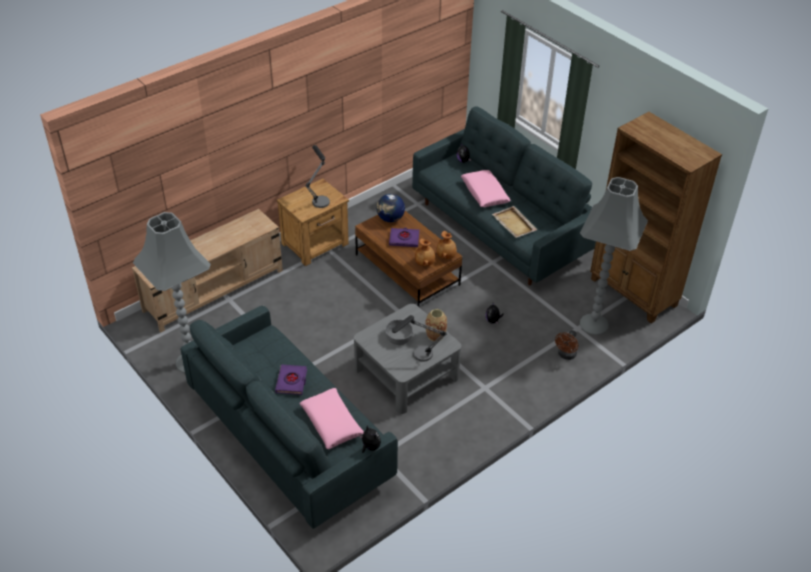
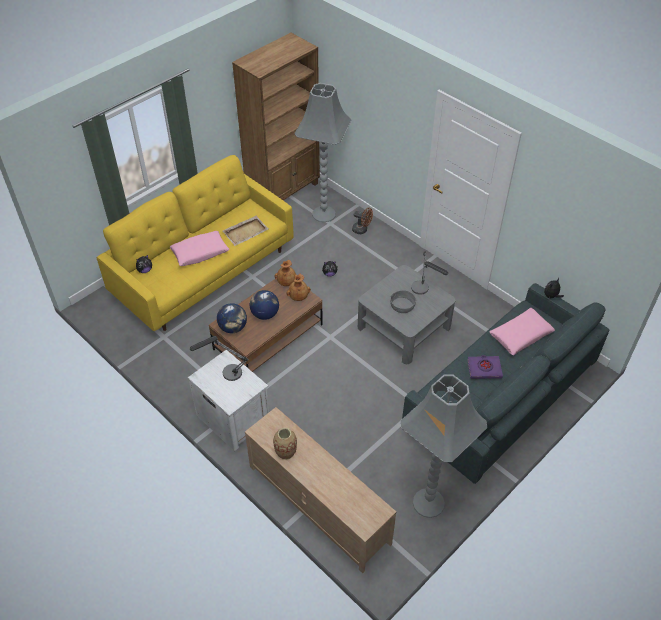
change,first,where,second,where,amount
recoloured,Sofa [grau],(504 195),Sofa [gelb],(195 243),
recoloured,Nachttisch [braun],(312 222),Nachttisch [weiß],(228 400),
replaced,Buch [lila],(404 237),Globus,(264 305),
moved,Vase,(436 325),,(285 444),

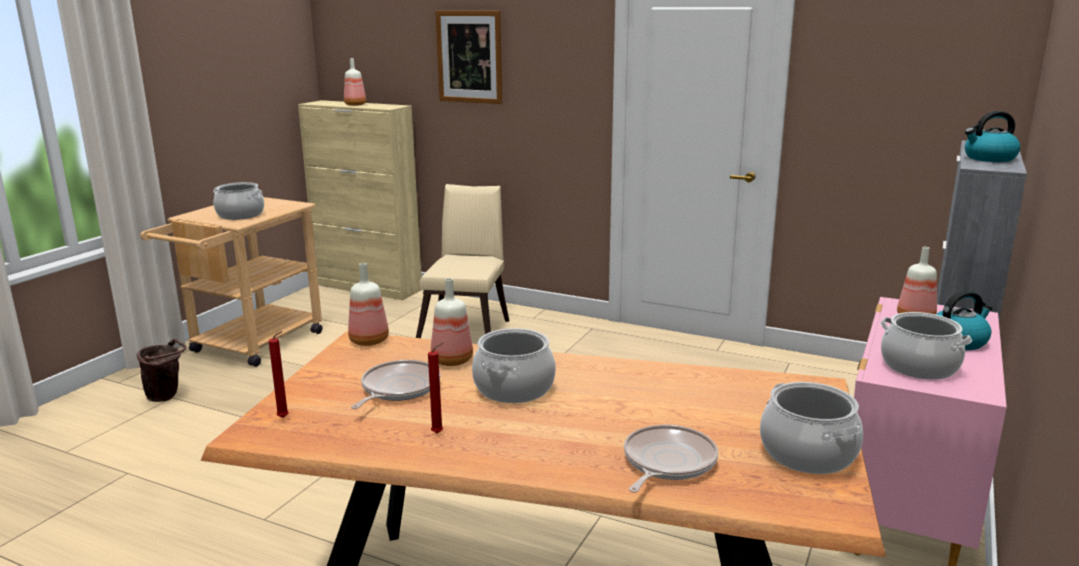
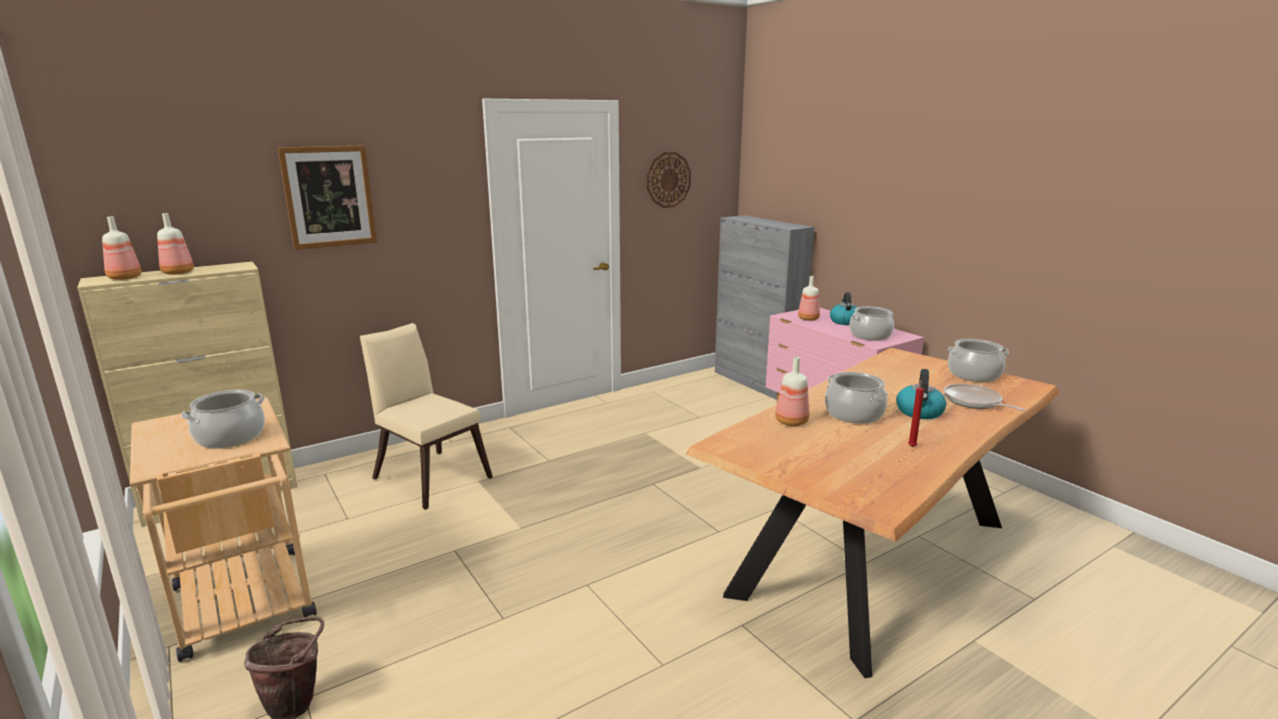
change,first,where,second,where,amount
moved,Wasserkessel,(992 136),,(921 394),
moved,Flasche,(368 304),,(122 248),
removed,Kerze [rot],(279 374),,,
removed,Pfanne,(395 384),,,
added,,,Wanduhr,(669 180),

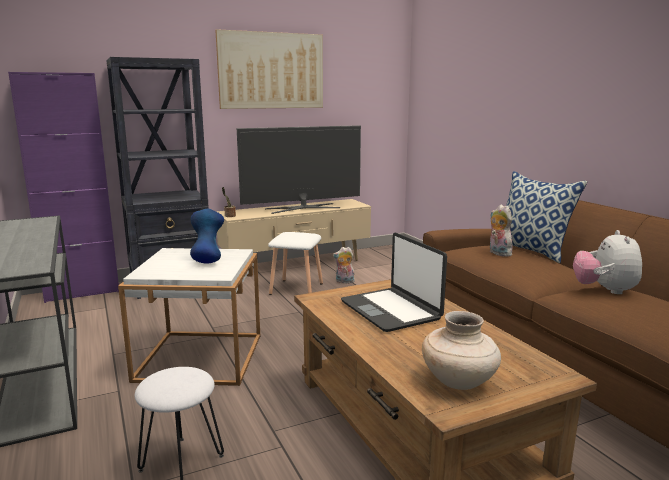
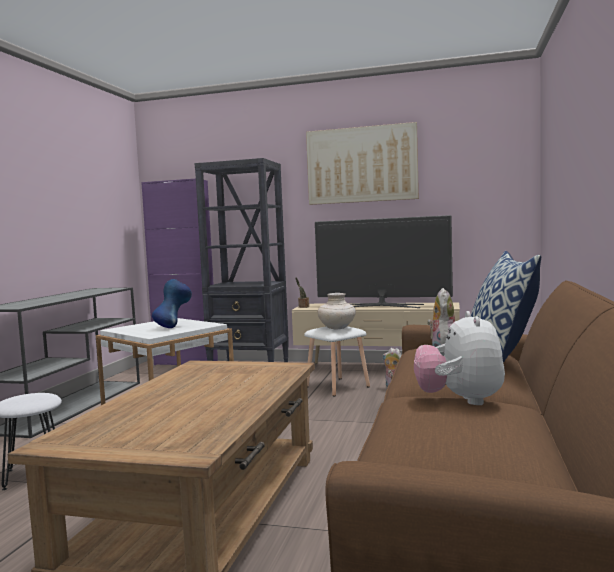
change,first,where,second,where,amount
turned,Plüschtier,(607 262),,(459 358),45 degrees counterclockwise
removed,Laptop,(394 282),,,
moved,Vase [beige],(461 350),,(336 311),

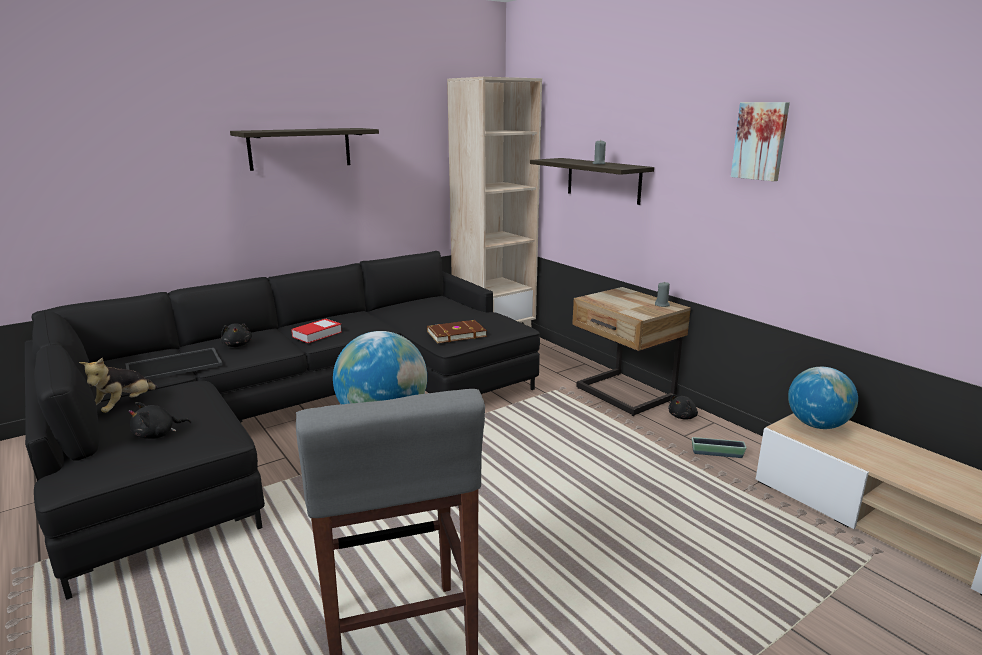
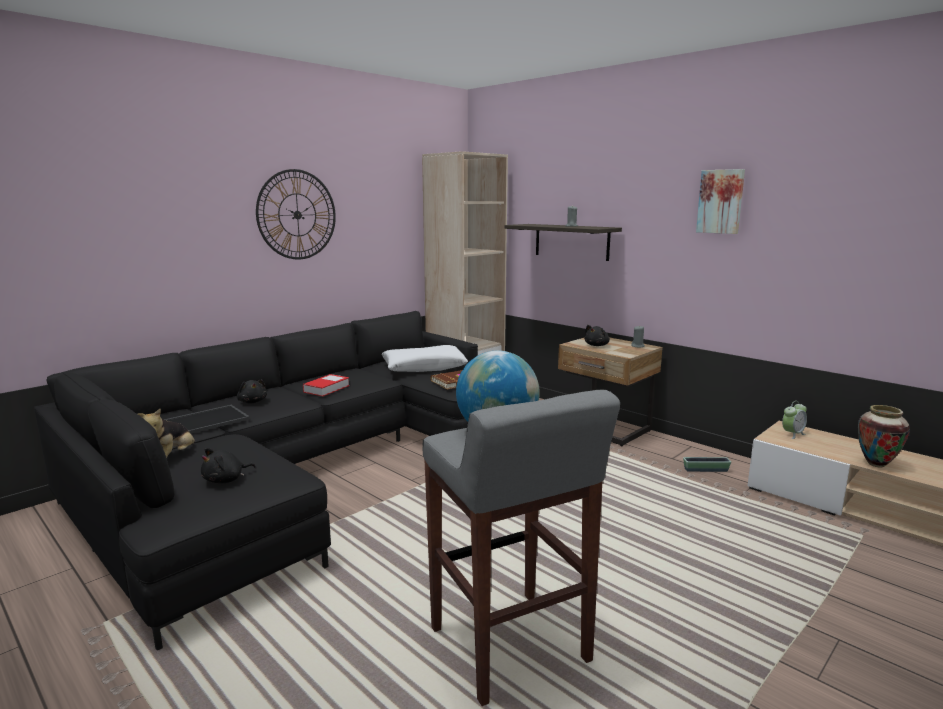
change,first,where,second,where,amount
replaced,Wandregal,(304 149),Wanduhr,(296 214),
replaced,Globus,(823 398),Wecker,(794 420),
moved,Plüschtier [schwarz],(683 406),,(597 335),
added,,,Kissen [weiß],(425 358),
added,,,Vase,(884 436),

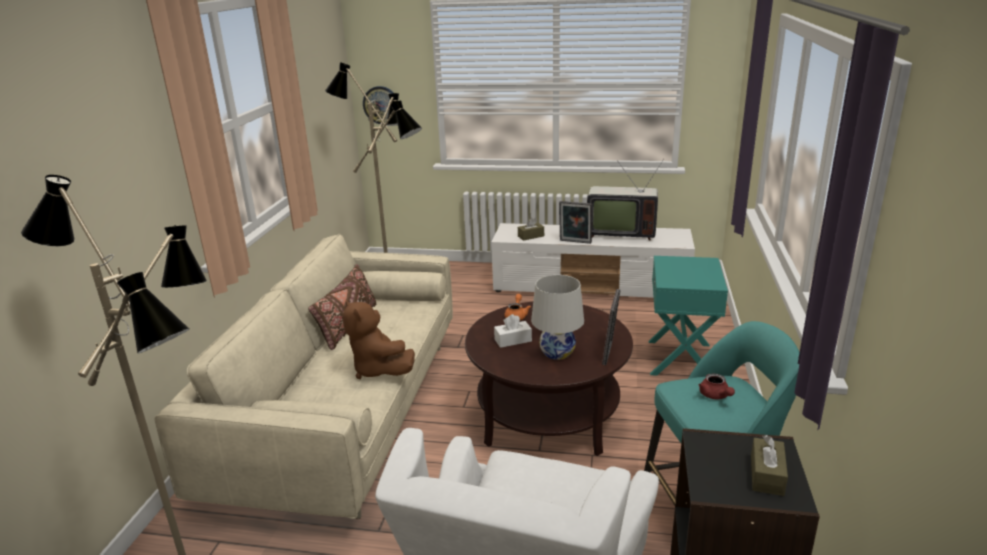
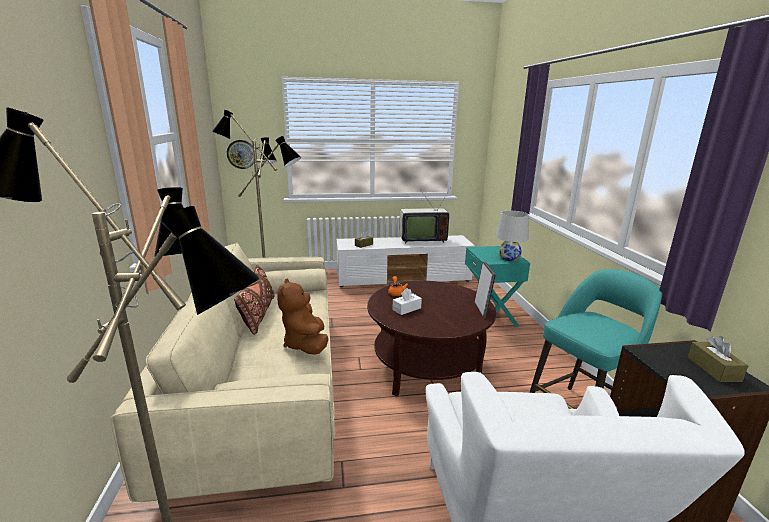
change,first,where,second,where,amount
removed,Bilderrahmen,(575 222),,,
moved,Tischlampe [weiß],(557 317),,(512 236),
turned,Plüschtier [braun],(379 339),,(302 316),45 degrees clockwise
removed,Teekanne [rot],(717 386),,,

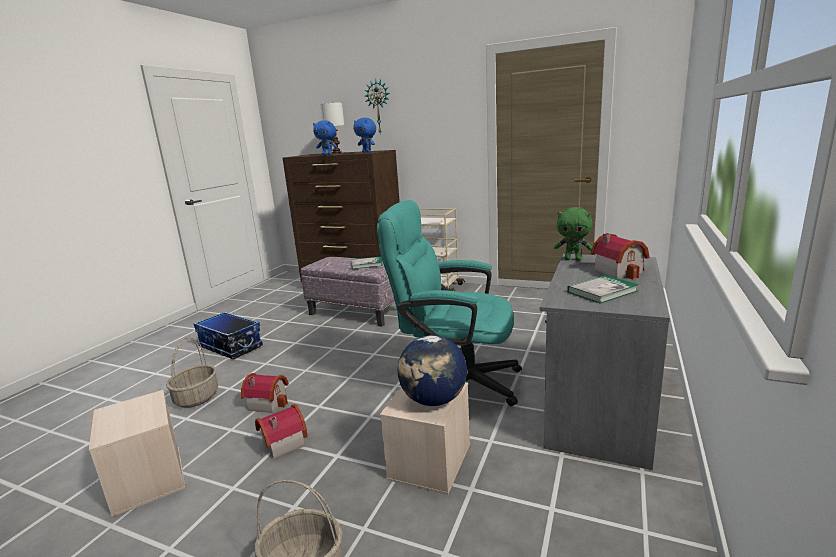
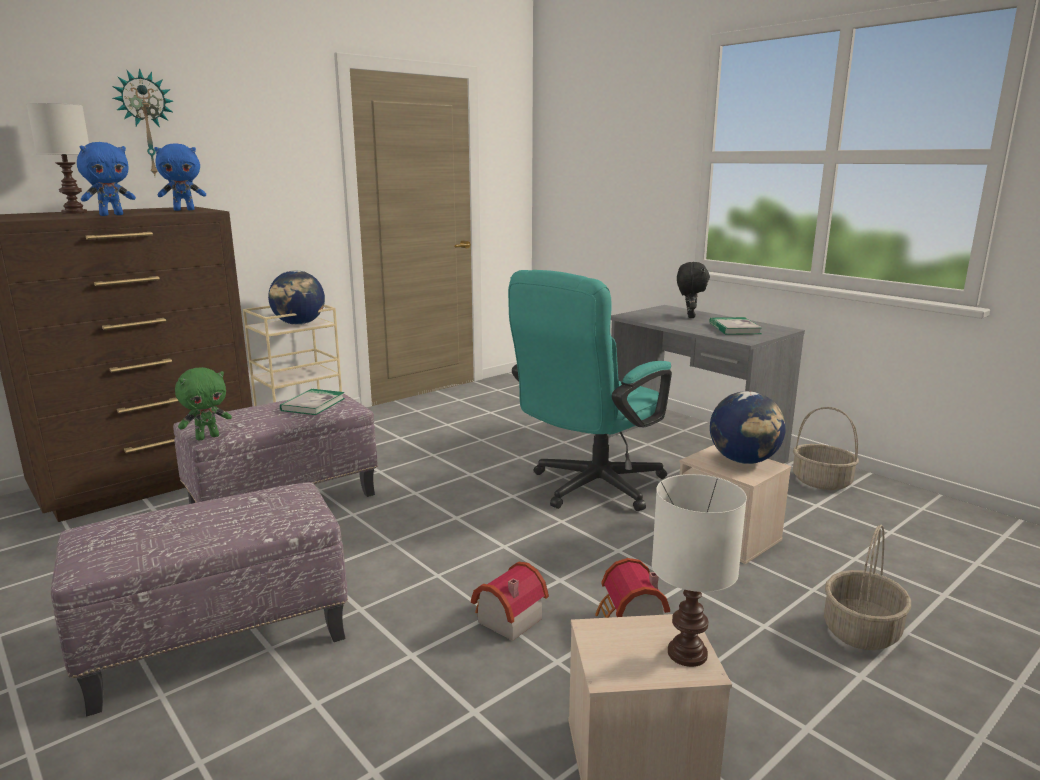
change,first,where,second,where,amount
moved,Plüschtier [grün],(573 234),,(203 404),
replaced,Spielzeughaus,(620 256),Plüschtier [schwarz],(693 290),
replaced,Aufbewahrungsbox,(228 335),Polsterhocker,(199 599),
moved,Korb,(192 372),,(826 448),
added,,,Globus,(296 297),
added,,,Tischlampe [weiß],(699 570),

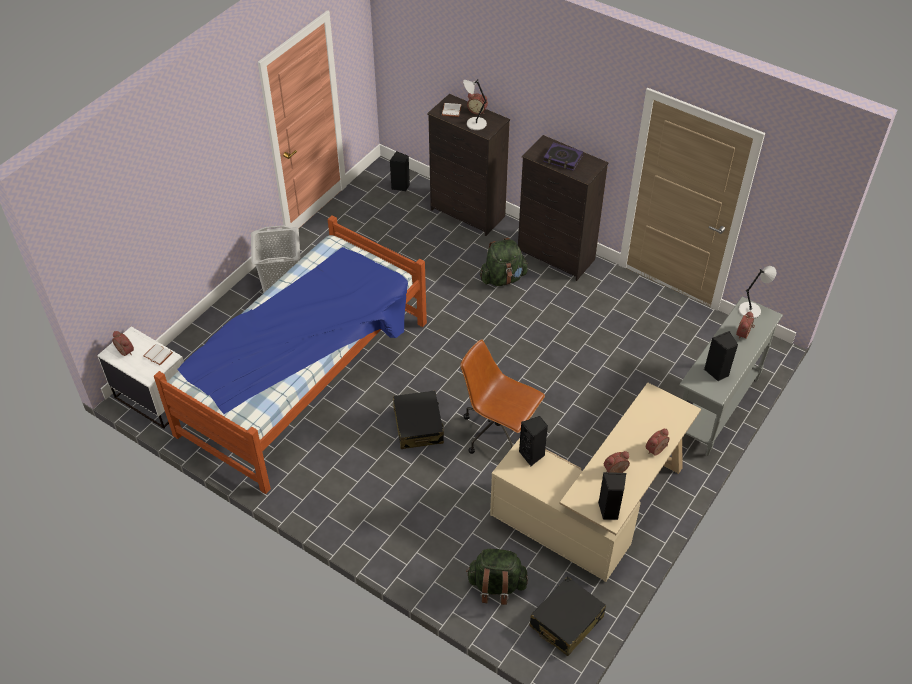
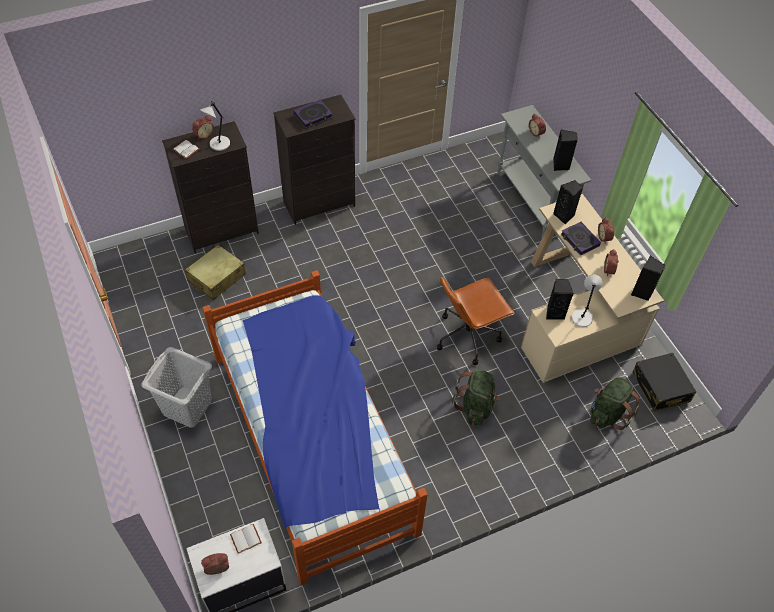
change,first,where,second,where,amount
moved,Lautsprecher [schwarz],(400 171),,(568 202),
moved,Rucksack [grün],(504 262),,(476 398),
moved,Tischlampe [grau],(757 292),,(587 300),
removed,Koffer [schwarz],(418 419),,,
added,,,Buch,(581 239),
added,,,Koffer [beige],(215 272),

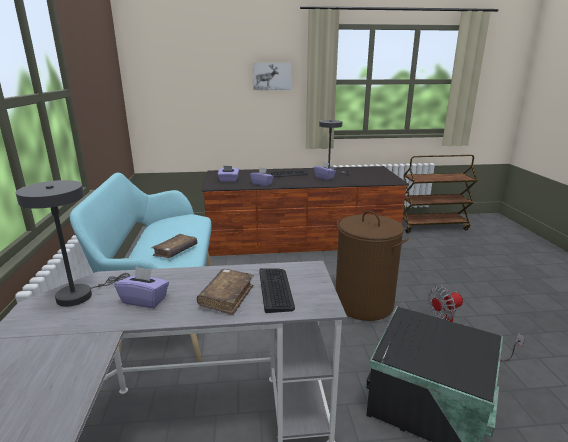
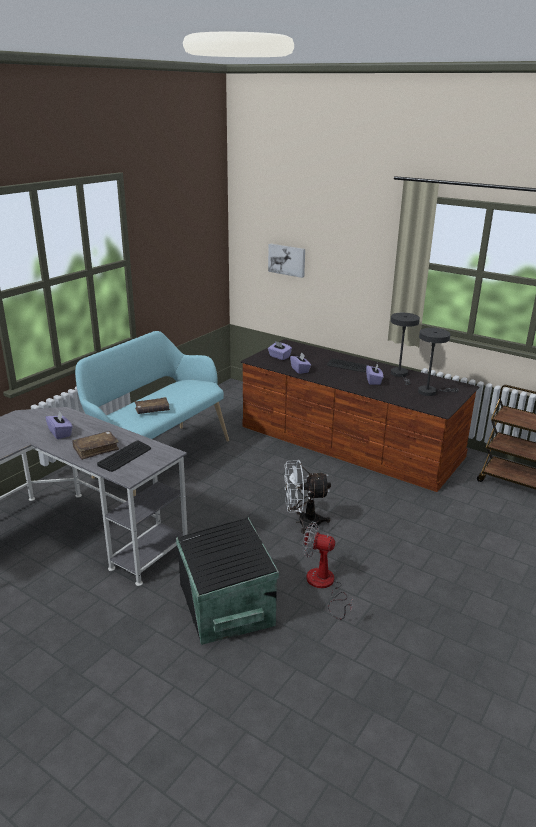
change,first,where,second,where,amount
moved,Bild,(272 76),,(286 261),
moved,Tischlampe [grau],(73 243),,(438 362),
replaced,Wäschekorb [braun],(372 266),Ventilator [weiß],(307 497),

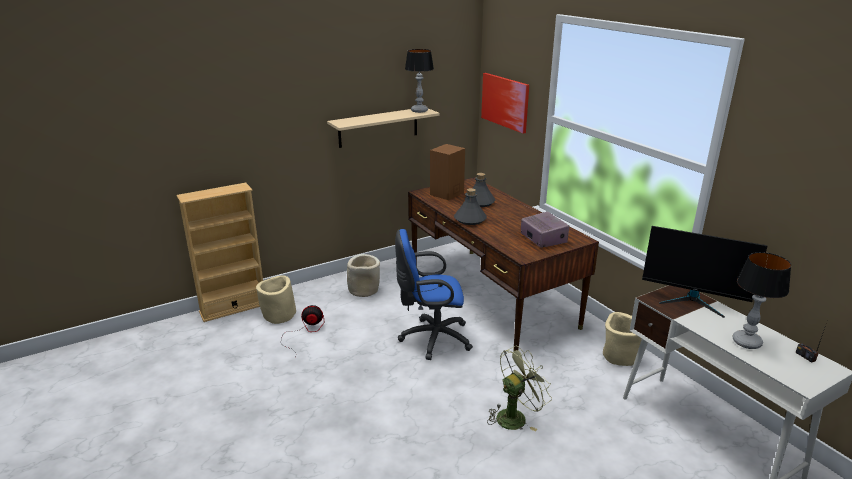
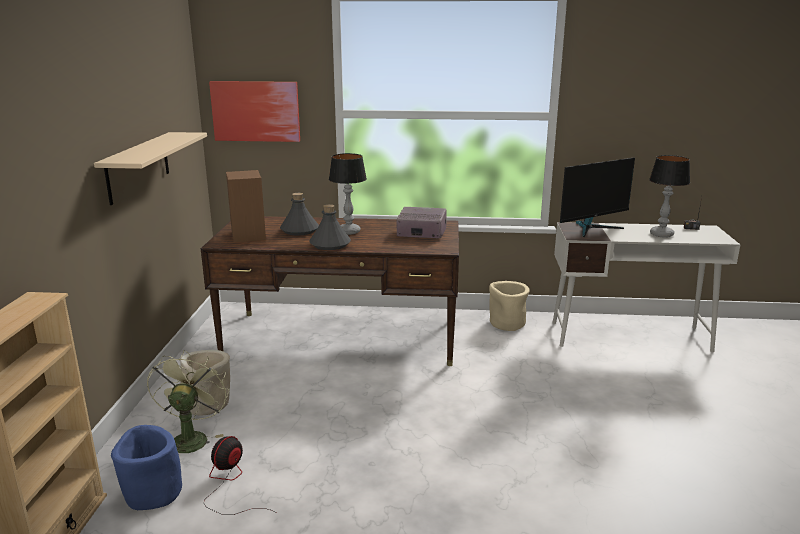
change,first,where,second,where,amount
moved,Tischlampe,(419 81),,(348 194),
removed,Bürostuhl [blau],(434 294),,,
recoloured,Pflanzkübel [beige],(276 299),Pflanzkübel [blau],(146 467),
moved,Ventilator [grün],(519 389),,(188 401),

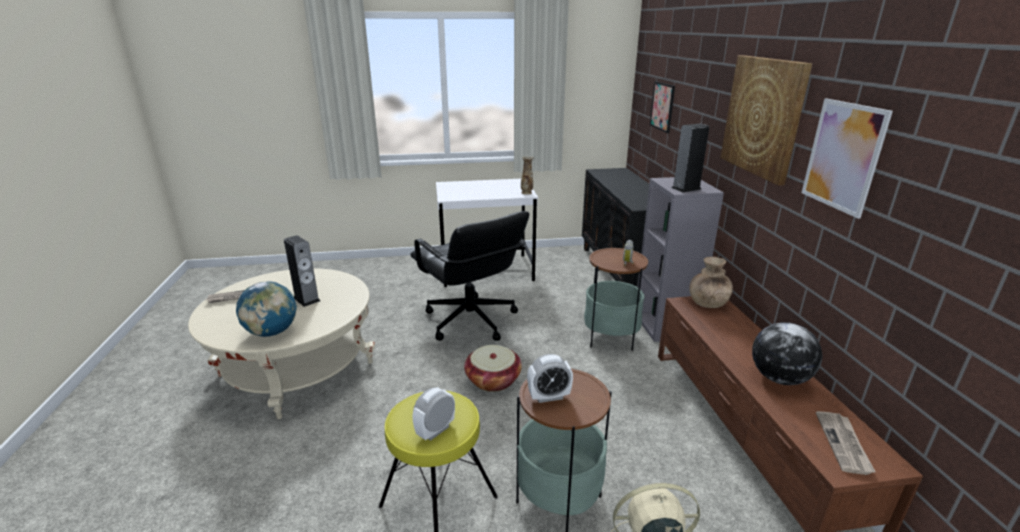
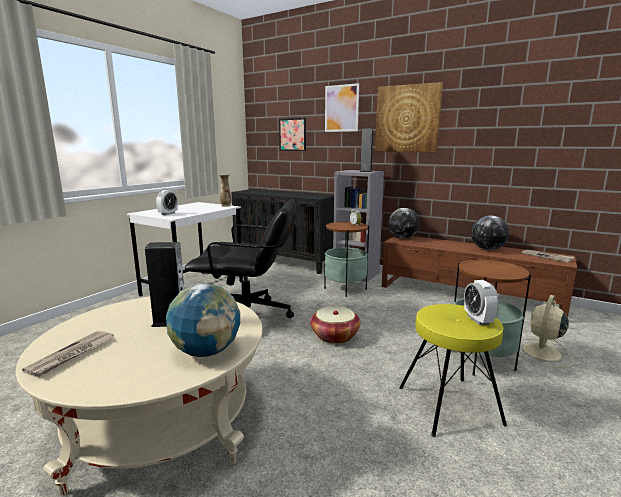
change,first,where,second,where,amount
moved,Bild,(847 158),,(342 107),
replaced,Vase [braun],(711 282),Globus,(404 223),
moved,Wecker,(550 378),,(167 202),

